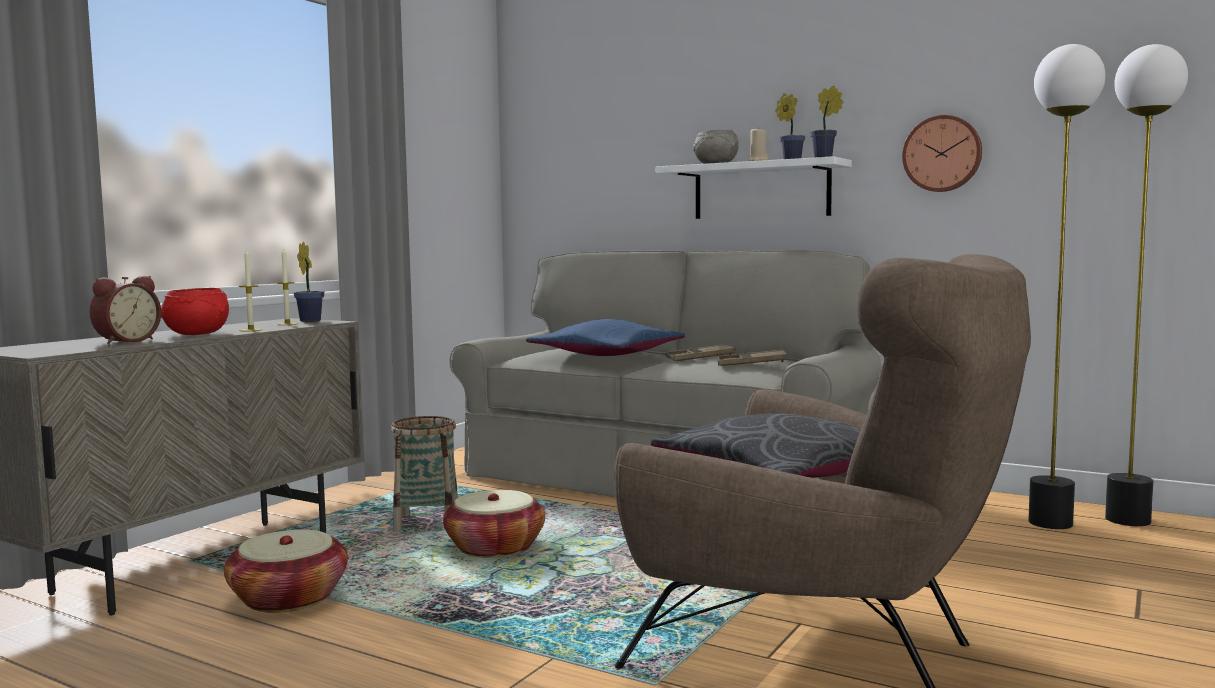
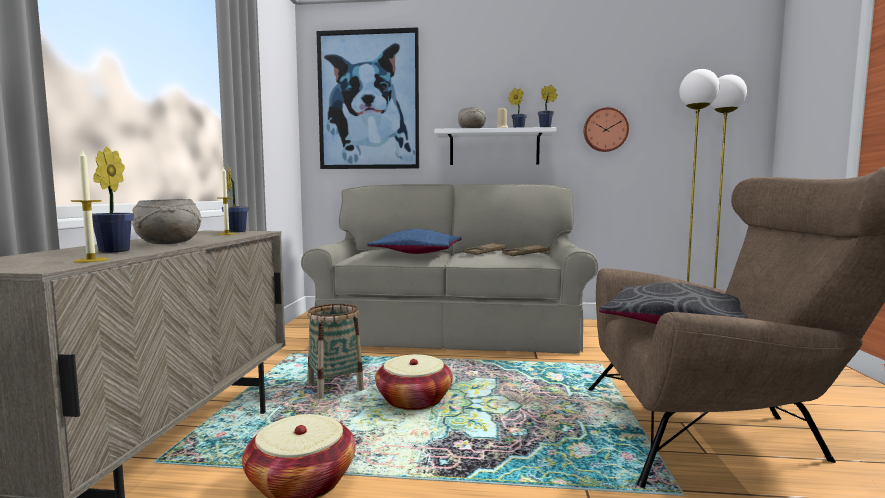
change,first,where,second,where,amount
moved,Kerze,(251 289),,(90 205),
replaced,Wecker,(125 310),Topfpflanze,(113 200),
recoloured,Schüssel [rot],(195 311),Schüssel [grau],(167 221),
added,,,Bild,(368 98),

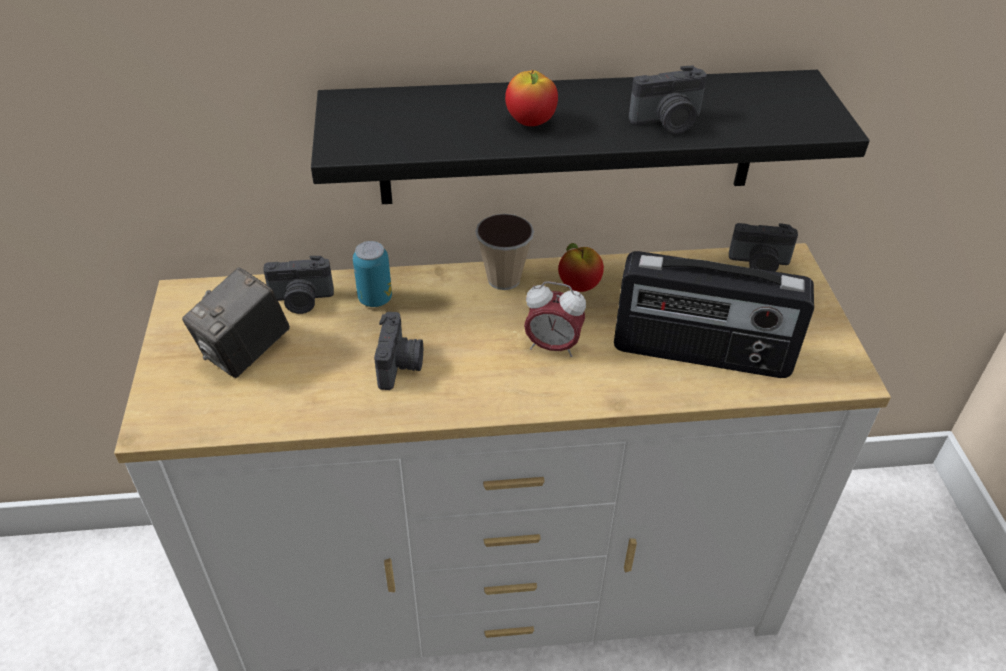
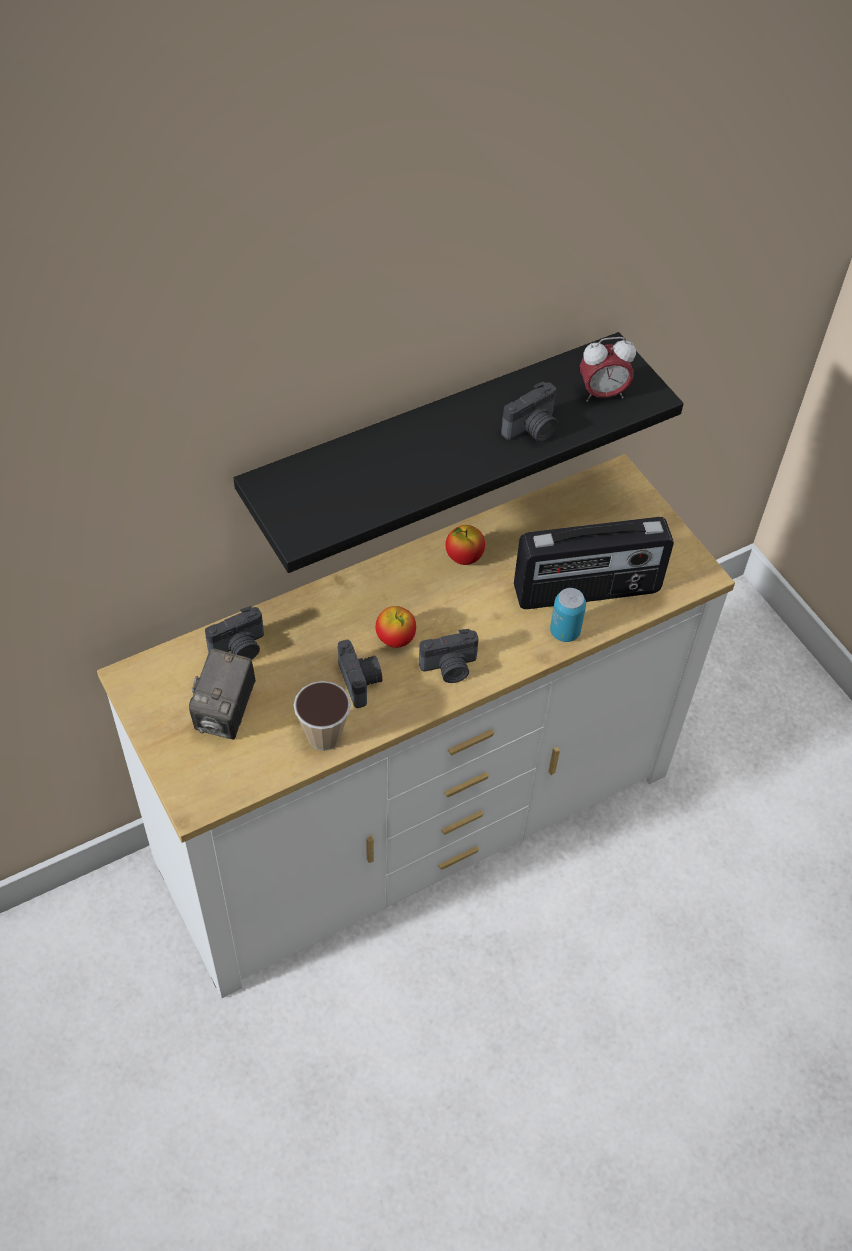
change,first,where,second,where,amount
moved,Apfel,(531 98),,(396 627),
moved,Tasse,(504 252),,(322 716),
moved,Kamera,(763 247),,(449 656),
moved,Dose,(372 274),,(568 615),
moved,Wecker,(555 319),,(608 369),

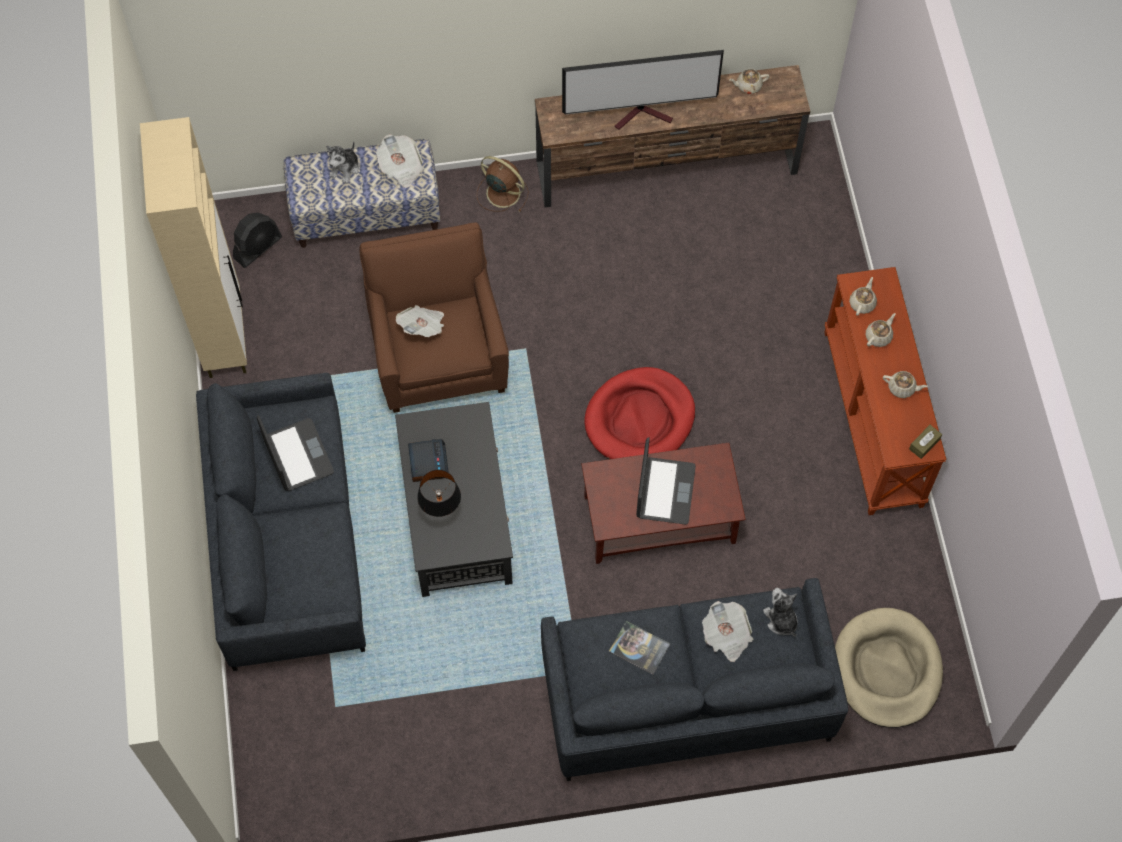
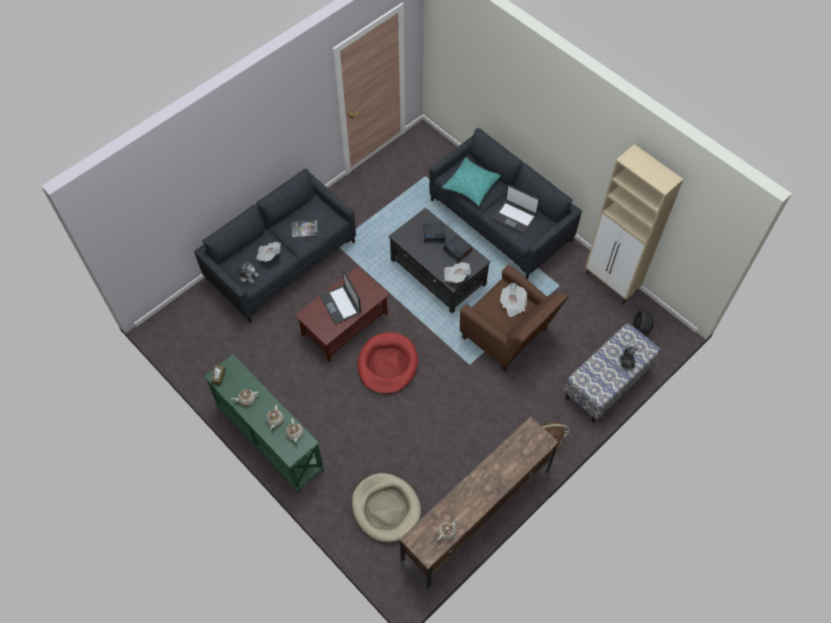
change,first,where,second,where,amount
removed,Fernseher,(643 90),,,
moved,Zeitung,(400 161),,(457 272),
recoloured,Konsolentisch [braun],(885 391),Konsolentisch [grün],(264 423),
replaced,Tischlampe [schwarz],(439 493),Wecker,(434 233),
moved,Hundebett [beige],(889 668),,(386 508),
added,,,Kissen [türkis],(471 181),

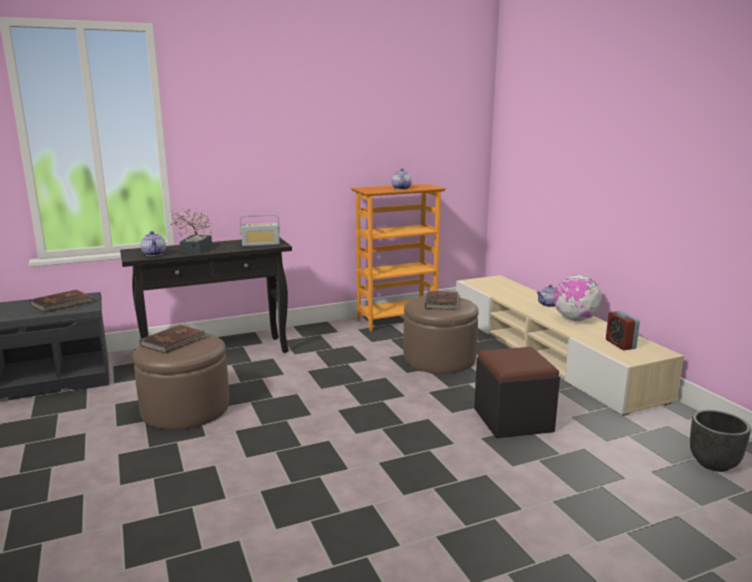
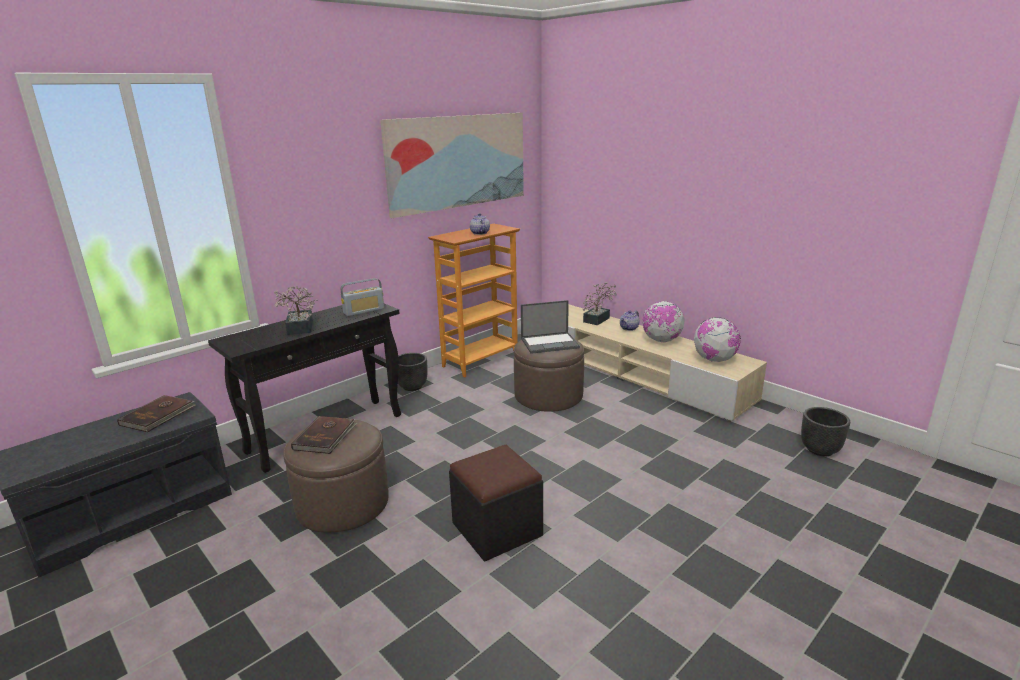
change,first,where,second,where,amount
removed,Teekanne,(153 243),,,
replaced,Buch [braun],(442 300),Laptop,(550 327),
replaced,Wecker,(623 330),Globus,(717 339),
moved,Polsterhocker [schwarz],(517 392),,(496 503),
added,,,Bild,(452 165),
added,,,Topfpflanze,(600 303),
added,,,Pflanzkübel [schwarz],(412 372),

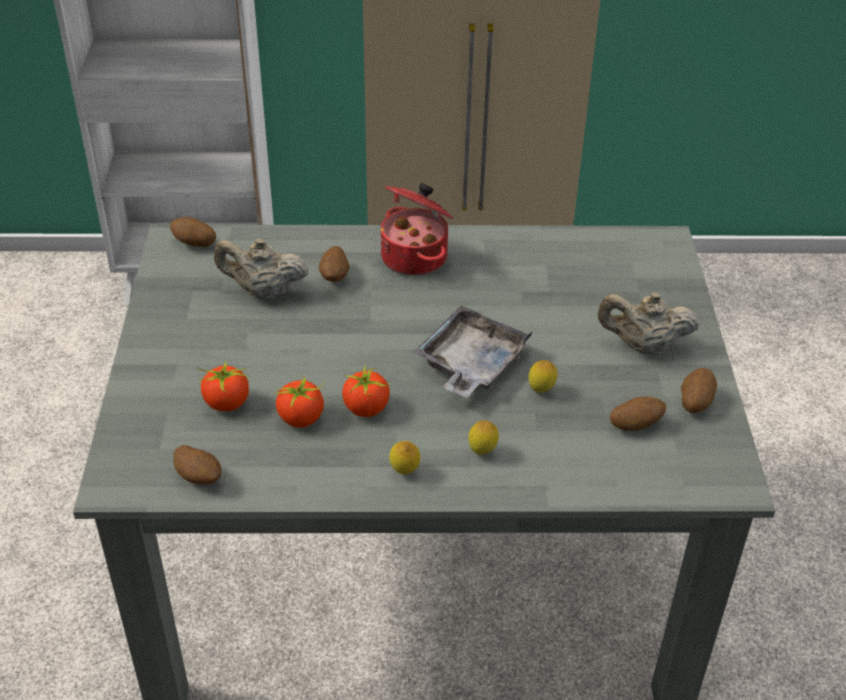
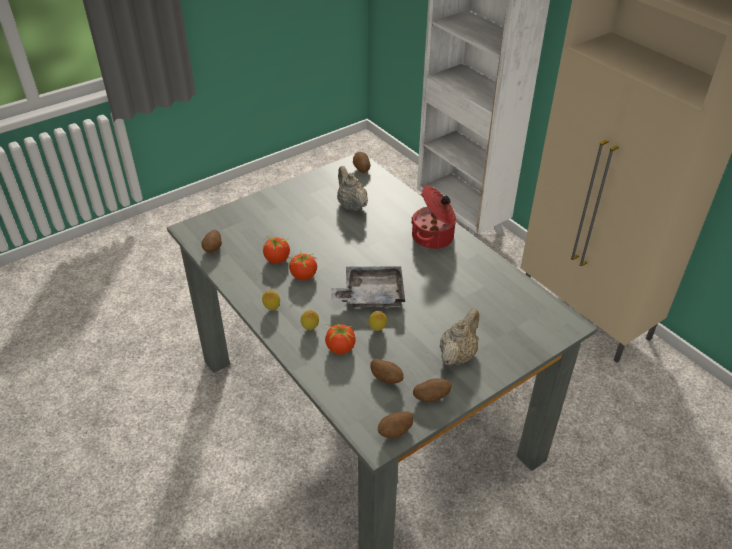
change,first,where,second,where,amount
moved,Kartoffel,(334 264),,(396 424),
turned,Teekanne [beige],(648 323),,(459 337),60 degrees clockwise
moved,Tomate,(223 385),,(340 336),

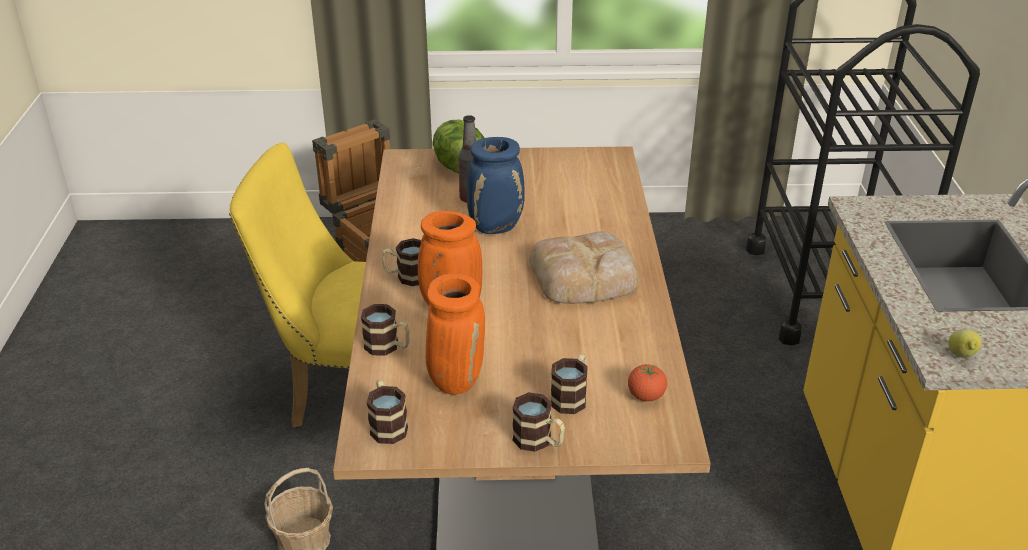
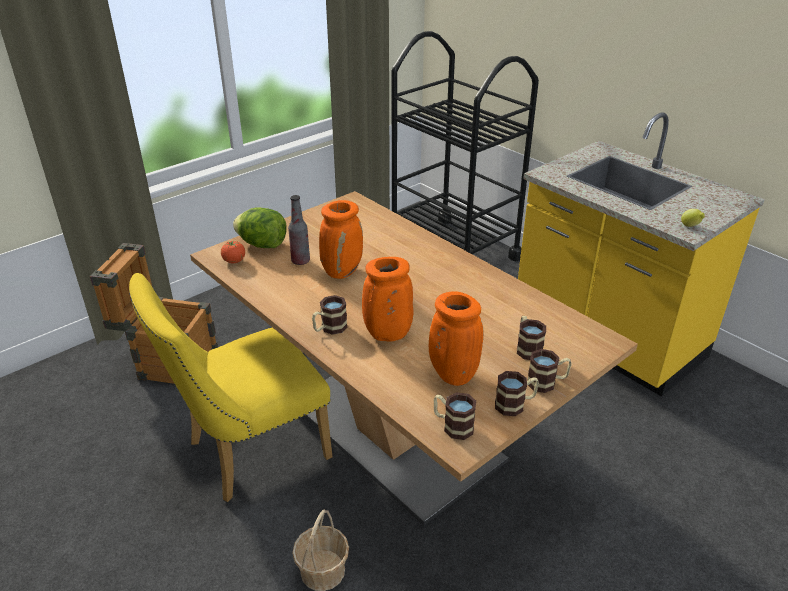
change,first,where,second,where,amount
recoloured,Vase [blau],(496 185),Vase [orange],(341 239),
removed,Brot,(584 267),,,
moved,Henkelbecher,(385 330),,(517 393),
moved,Tomate,(647 382),,(233 252),

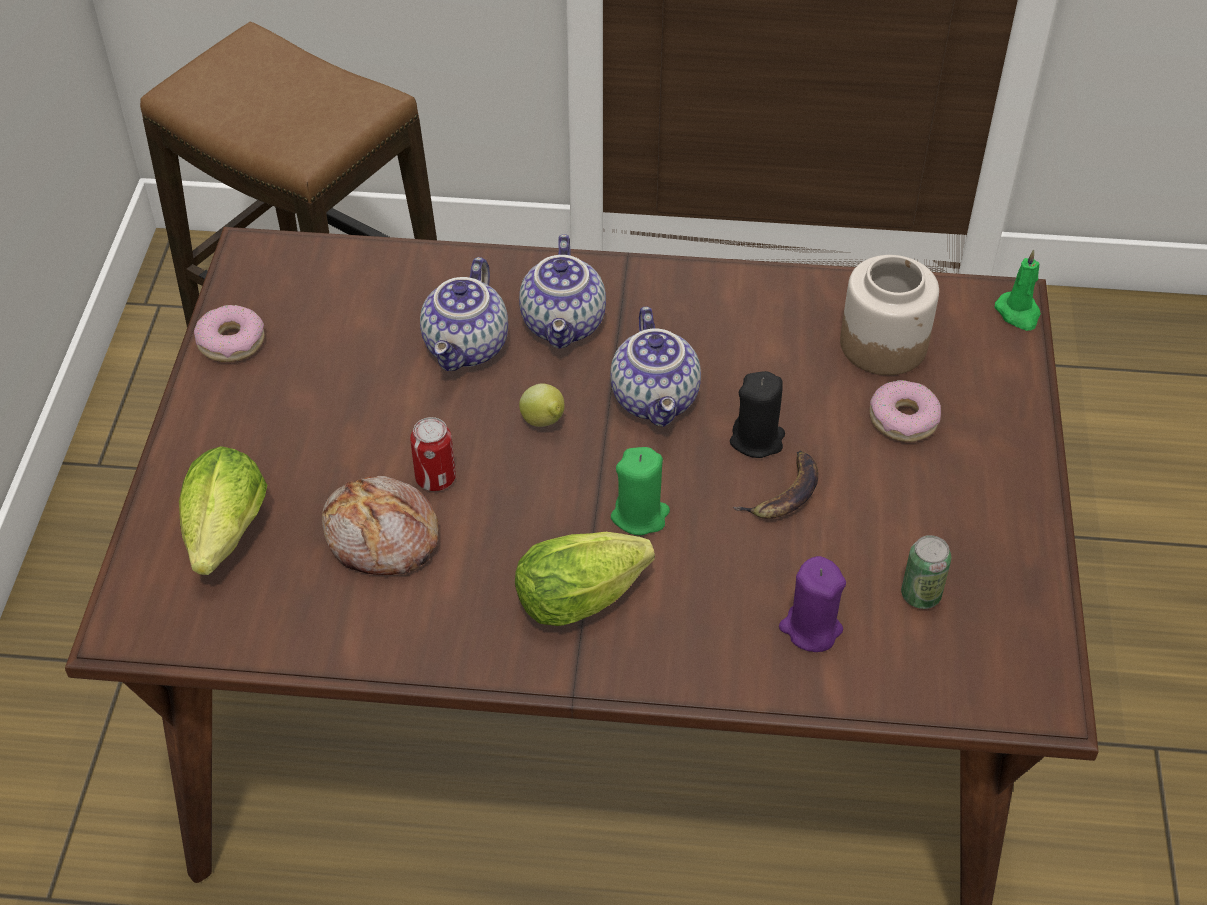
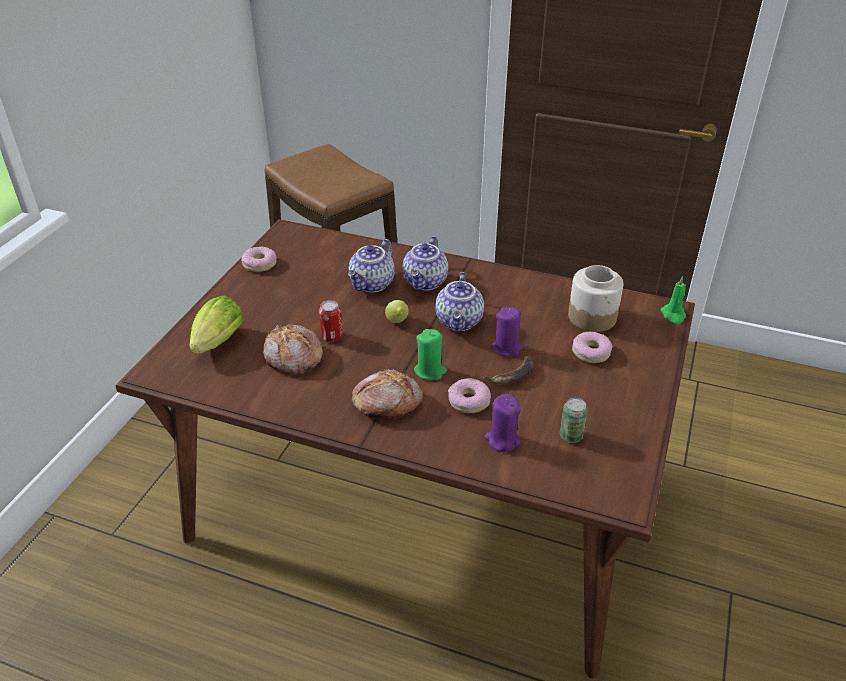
change,first,where,second,where,amount
recoloured,Kerze [schwarz],(757 414),Kerze [lila],(507 331),
replaced,Salatkopf,(585 579),Brot,(387 394),
added,,,Donut,(469 395),

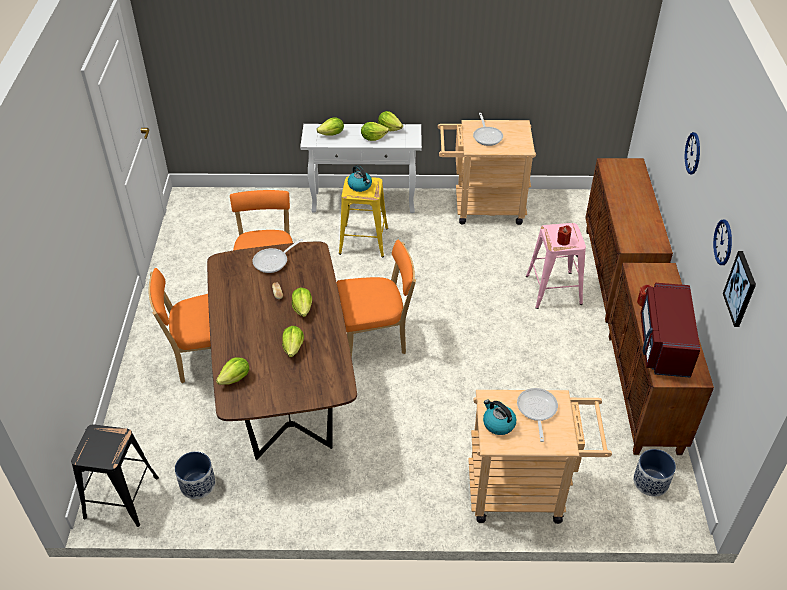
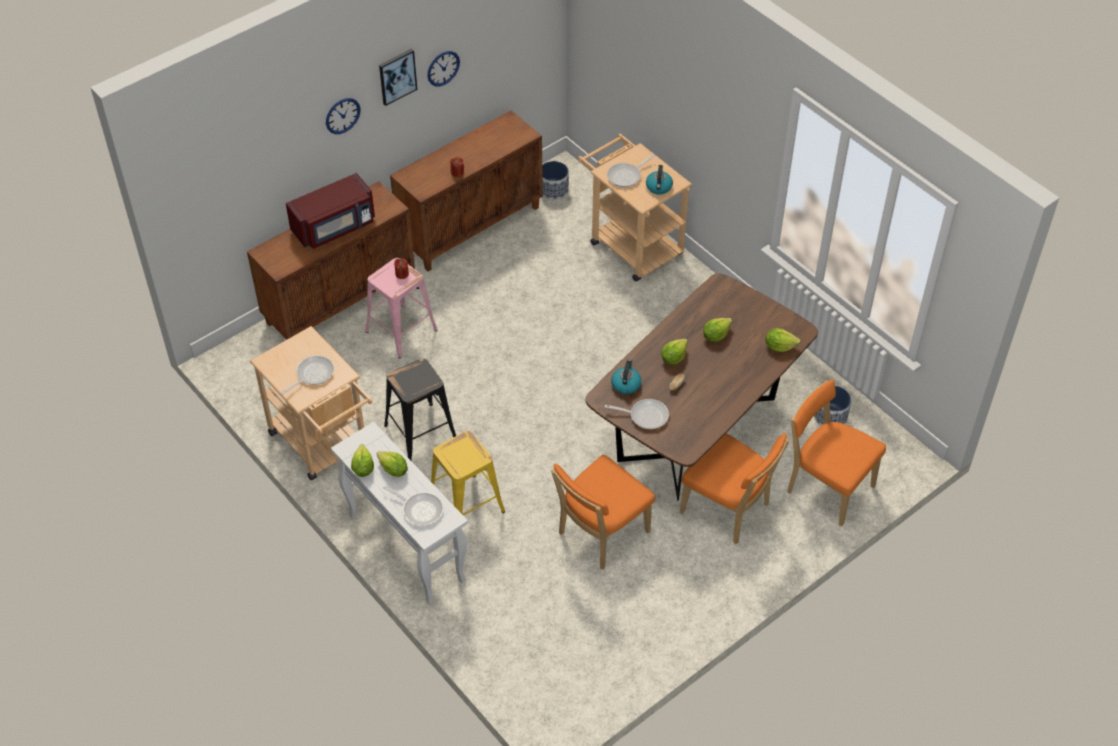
change,first,where,second,where,amount
replaced,Salatkopf,(330 126),Pfanne,(413 505),
moved,Wasserkessel,(360 178),,(626 376),
moved,Stuhl [orange],(376 298),,(836 453),
moved,Bild,(739 289),,(398 77),
moved,Mikrowelle [rot],(670 330),,(330 211),
moved,Hocker [schwarz],(115 475),,(420 409),

